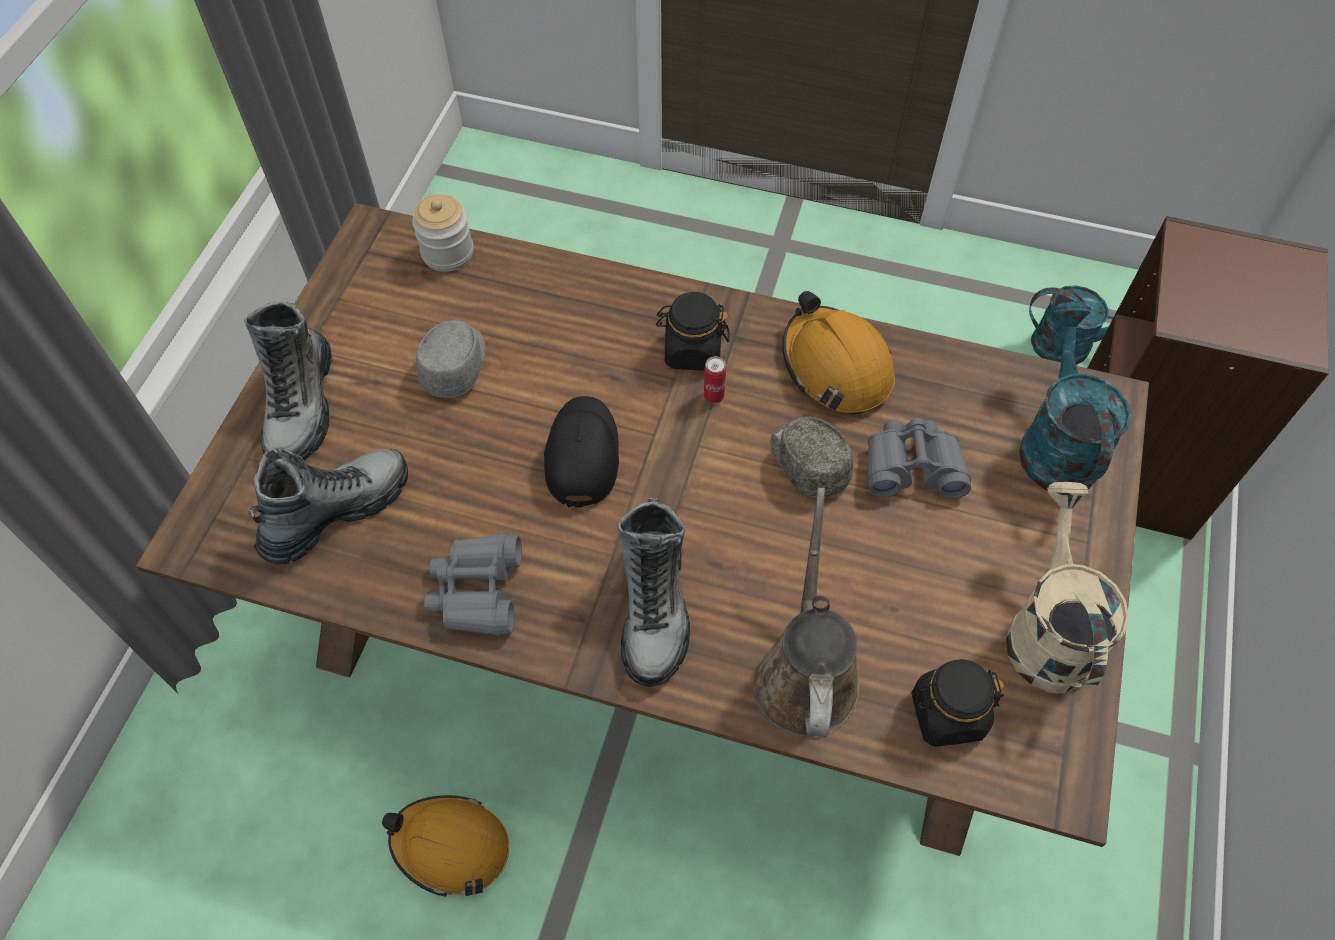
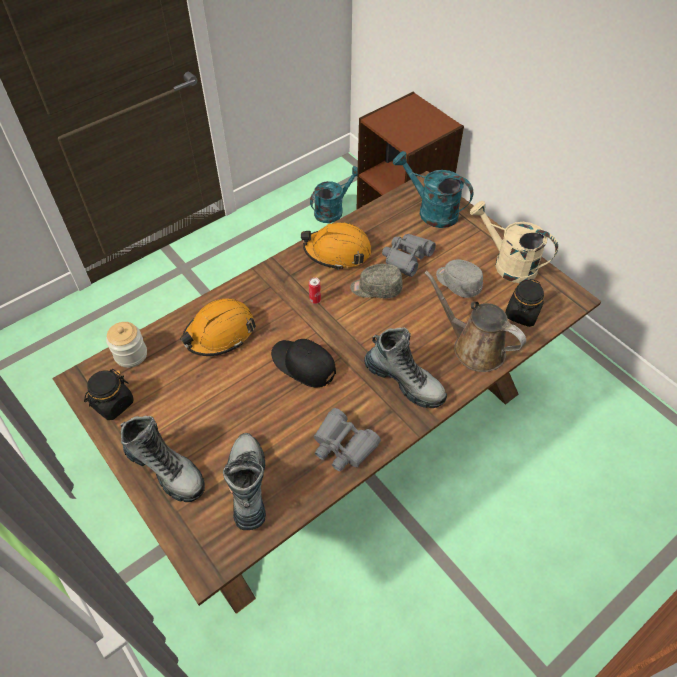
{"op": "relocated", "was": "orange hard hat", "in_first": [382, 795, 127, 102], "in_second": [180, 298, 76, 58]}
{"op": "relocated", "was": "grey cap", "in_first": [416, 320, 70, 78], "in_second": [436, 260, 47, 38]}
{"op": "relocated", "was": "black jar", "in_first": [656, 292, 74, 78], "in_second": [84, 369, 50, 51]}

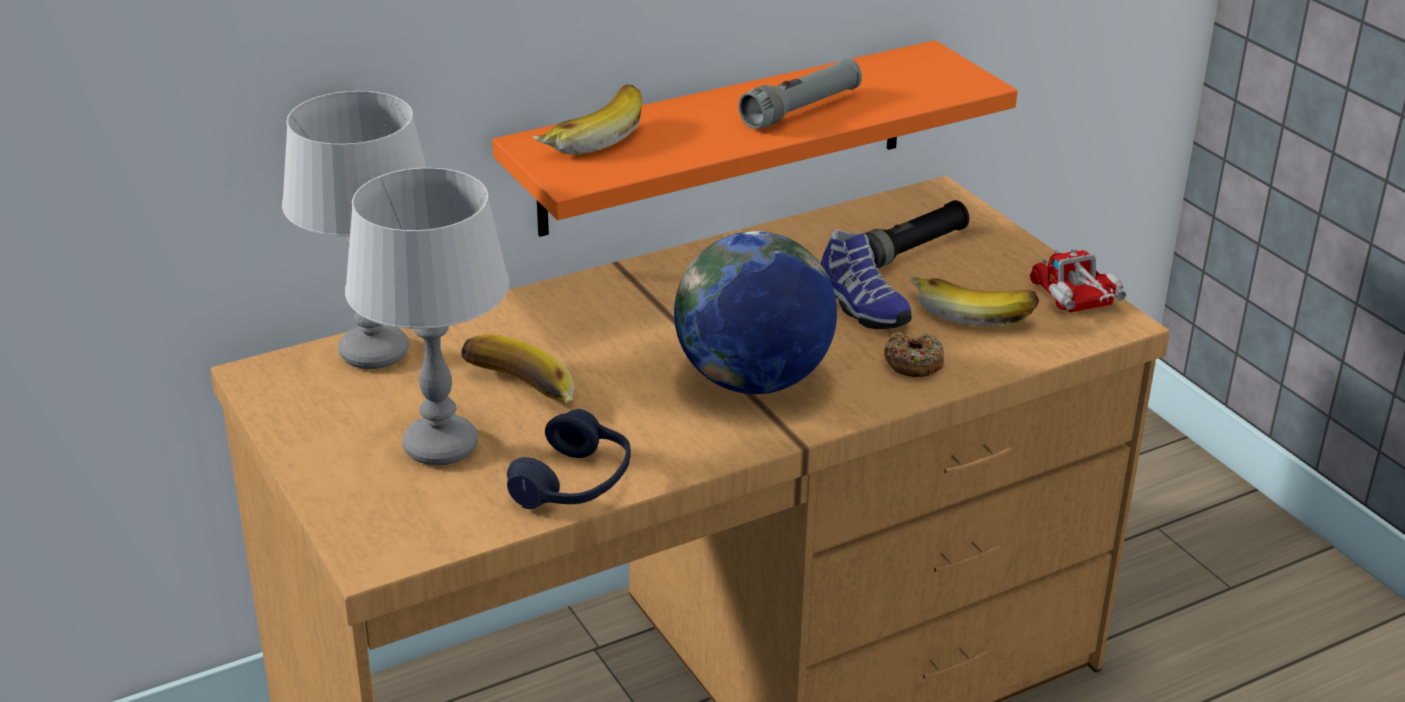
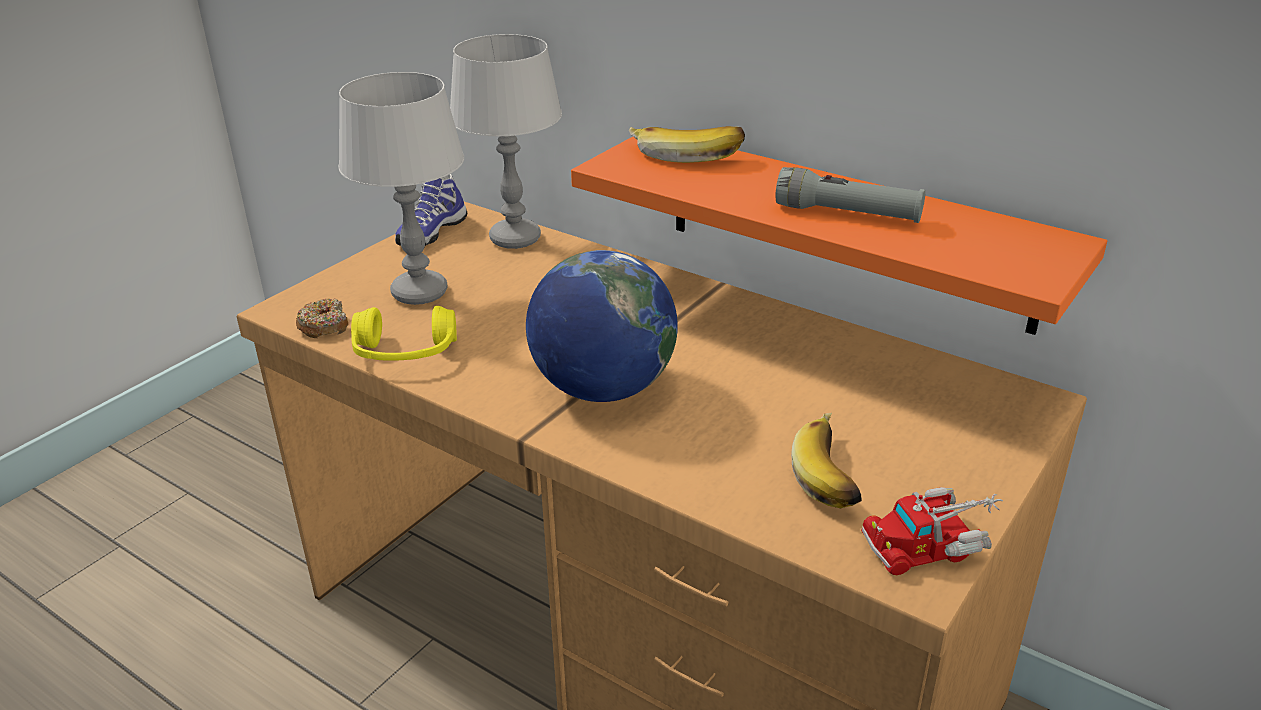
{"op": "missing", "was": "banana", "in_first": [461, 335, 113, 69]}
{"op": "missing", "was": "black flashlight", "in_first": [864, 200, 105, 68]}
{"op": "relocated", "was": "shoe", "in_first": [821, 230, 91, 99], "in_second": [395, 174, 73, 72]}
{"op": "relocated", "was": "donut", "in_first": [884, 332, 60, 45], "in_second": [296, 299, 52, 39]}
{"op": "colour", "was": "blue headphones", "now": "yellow headphones", "in_first": [507, 409, 124, 100], "in_second": [351, 306, 106, 55]}
{"op": "spun", "was": "toy truck", "in_first": [1030, 248, 96, 64], "in_second": [861, 487, 142, 88], "clockwise": -150}

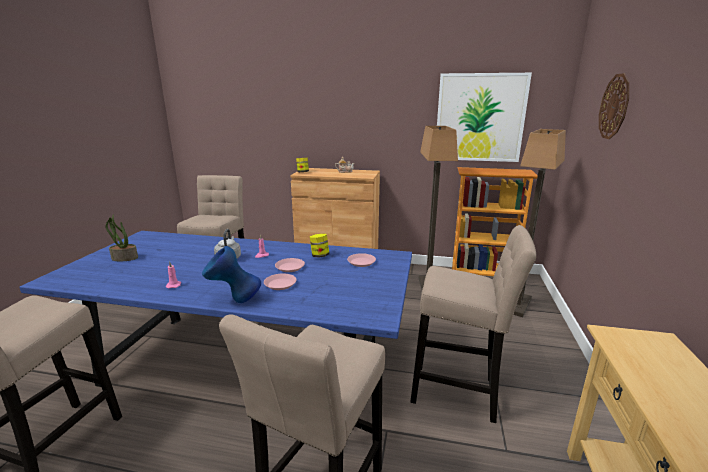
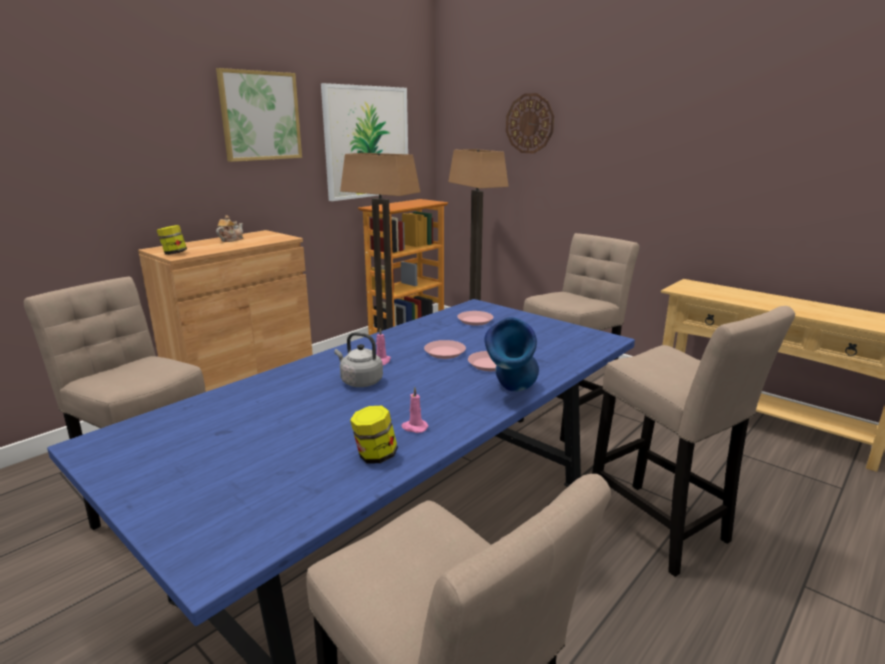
{"op": "missing", "was": "potted plant", "in_first": [105, 214, 33, 47]}
{"op": "appeared", "now": "picture", "in_second": [216, 68, 86, 94]}
{"op": "relocated", "was": "jar", "in_first": [310, 234, 19, 23], "in_second": [350, 406, 48, 58]}

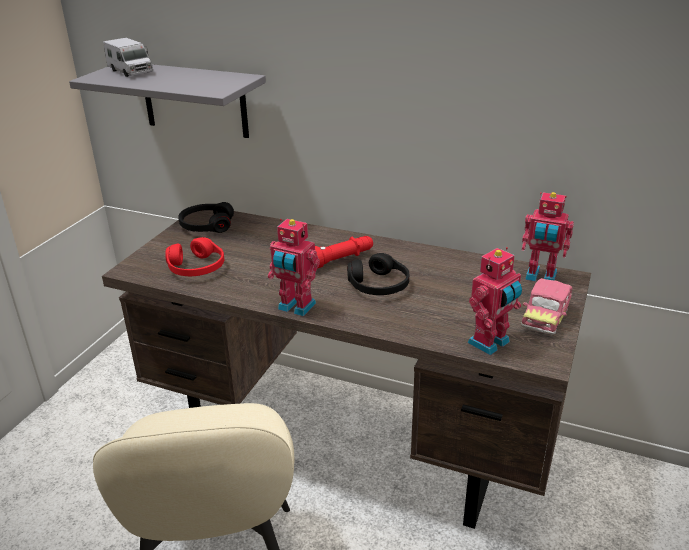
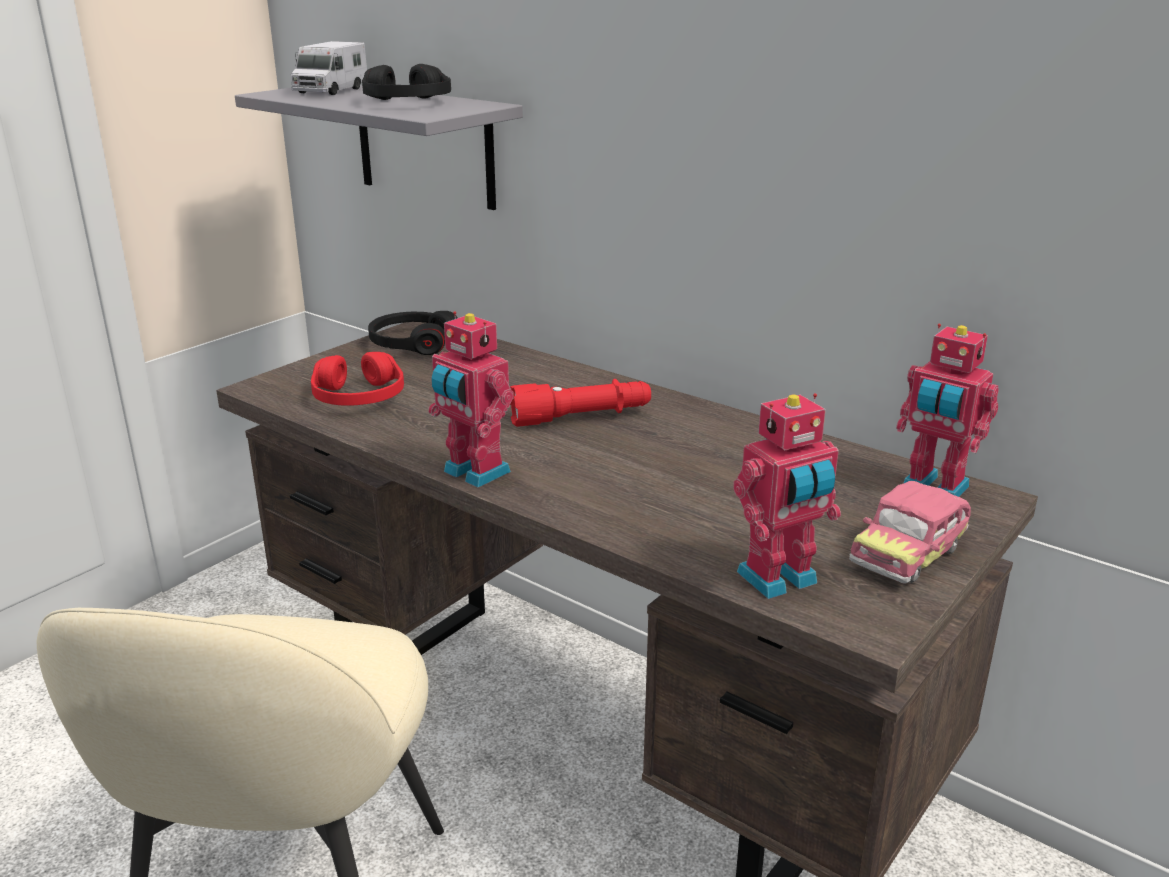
{"op": "relocated", "was": "black headphones", "in_first": [347, 253, 62, 42], "in_second": [362, 64, 89, 36]}
{"op": "spun", "was": "toy truck", "in_first": [103, 38, 50, 39], "in_second": [291, 41, 76, 54], "clockwise": 45}

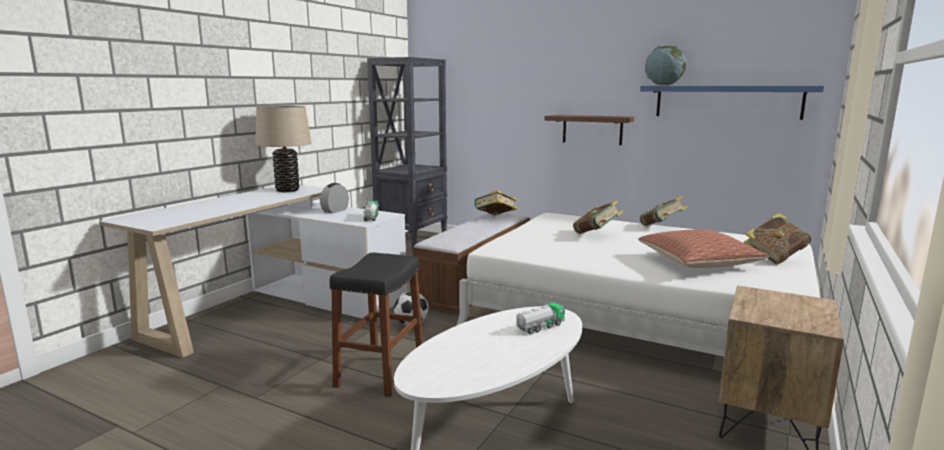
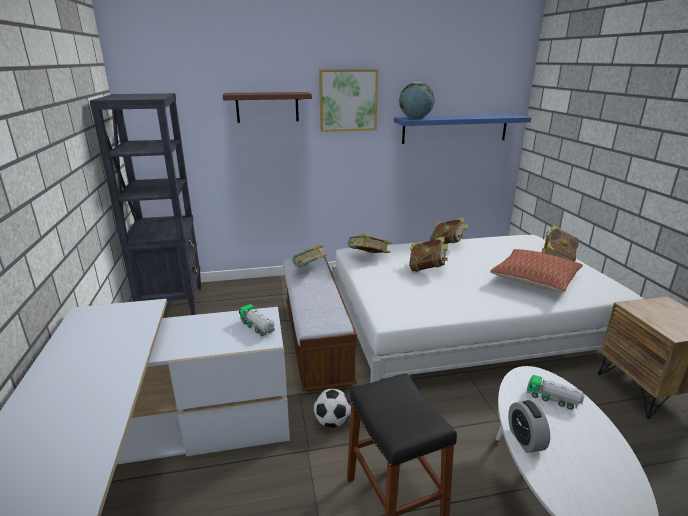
{"op": "missing", "was": "beige table lamp", "in_first": [256, 106, 56, 86]}
{"op": "appeared", "now": "picture", "in_second": [319, 69, 59, 63]}
{"op": "appeared", "now": "book", "in_second": [347, 234, 45, 19]}
{"op": "relocated", "was": "alarm clock", "in_first": [320, 183, 29, 30], "in_second": [508, 400, 42, 53]}
{"op": "relocated", "was": "brown shelf", "in_first": [544, 115, 90, 30], "in_second": [223, 92, 89, 31]}
{"op": "spun", "was": "toy truck", "in_first": [516, 303, 49, 32], "in_second": [527, 375, 58, 35], "clockwise": -75}

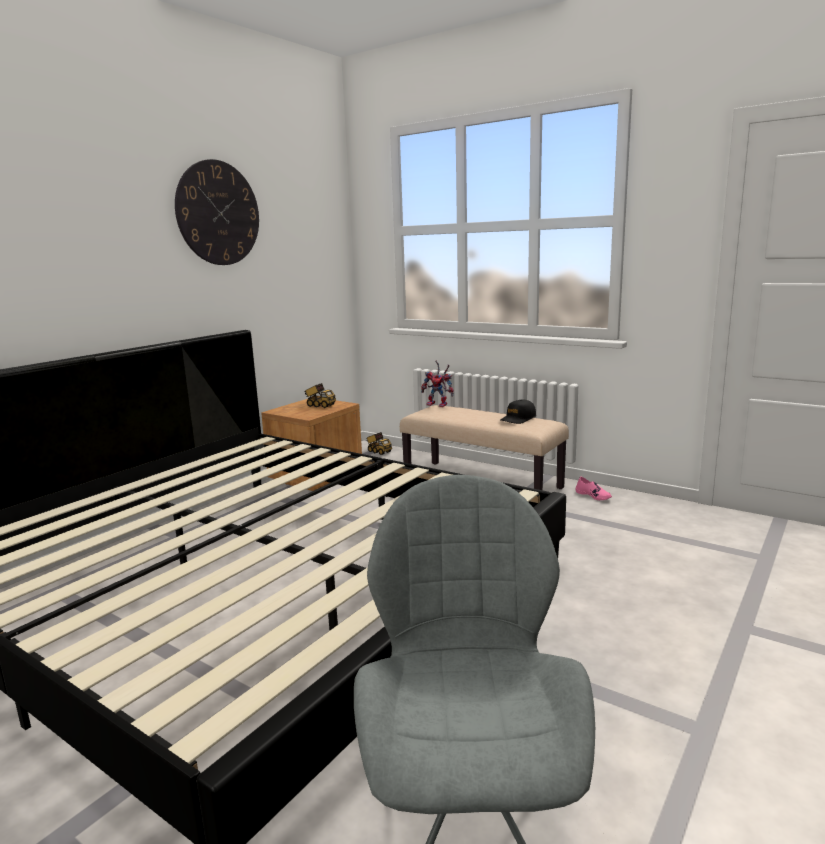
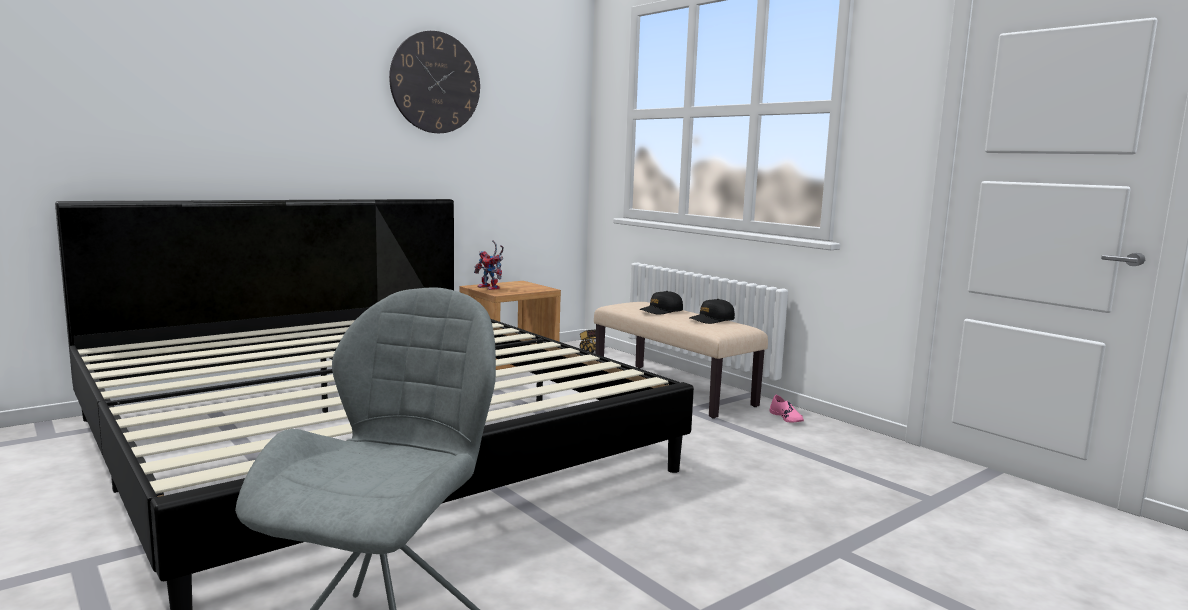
{"op": "missing", "was": "toy truck", "in_first": [304, 383, 32, 25]}
{"op": "appeared", "now": "black cap", "in_second": [640, 291, 43, 24]}
{"op": "relocated", "was": "toy robot", "in_first": [421, 360, 33, 47], "in_second": [474, 240, 30, 50]}

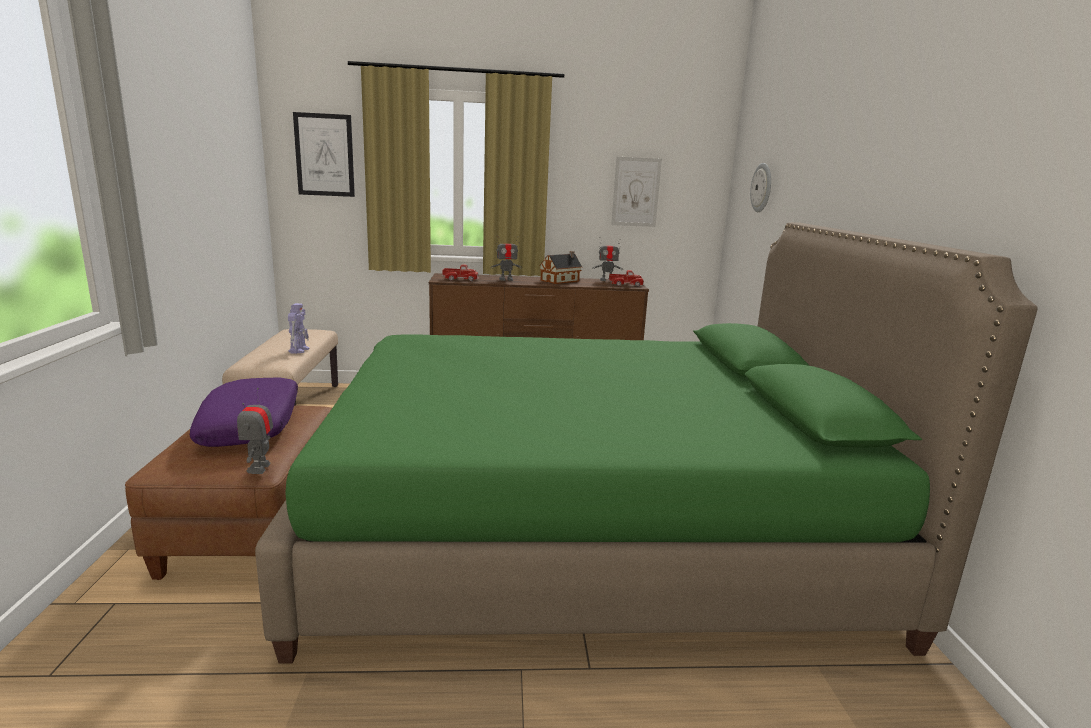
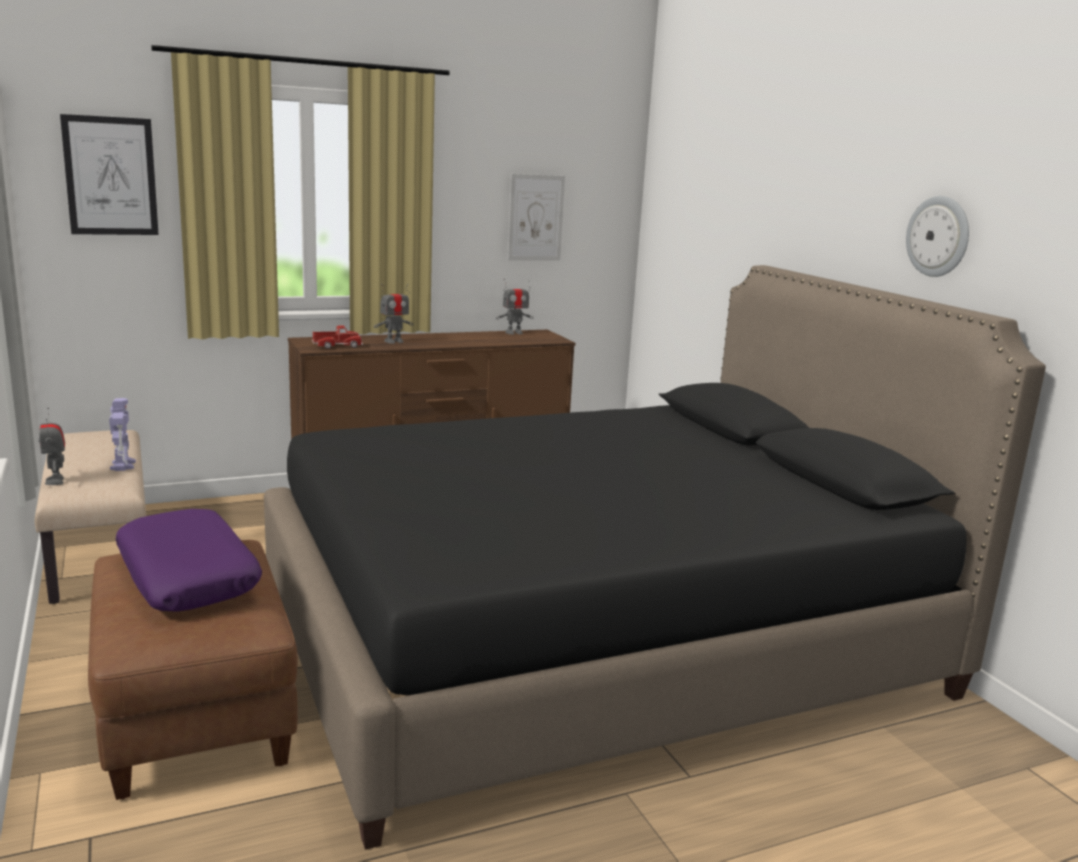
{"op": "missing", "was": "toy house", "in_first": [539, 251, 43, 33]}
{"op": "missing", "was": "toy truck", "in_first": [608, 270, 36, 17]}
{"op": "relocated", "was": "toy robot", "in_first": [237, 388, 36, 86], "in_second": [38, 408, 27, 77]}
{"op": "relocated", "was": "wall clock", "in_first": [750, 163, 21, 49], "in_second": [906, 196, 63, 81]}
{"op": "colour", "was": "green bed", "now": "black bed", "in_first": [255, 222, 783, 442], "in_second": [264, 265, 782, 585]}

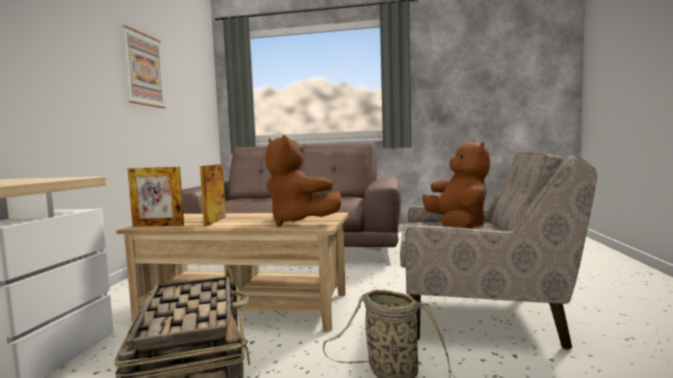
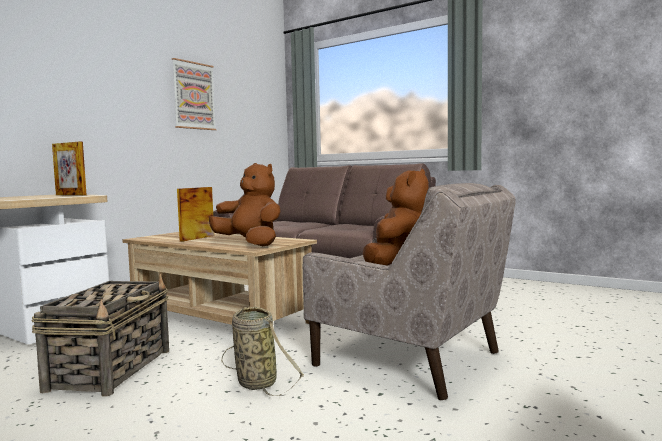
{"op": "relocated", "was": "picture frame", "in_first": [128, 167, 56, 59], "in_second": [52, 142, 35, 53]}
{"op": "spun", "was": "brown plush toy", "in_first": [265, 135, 76, 92], "in_second": [209, 163, 72, 83], "clockwise": 150}

